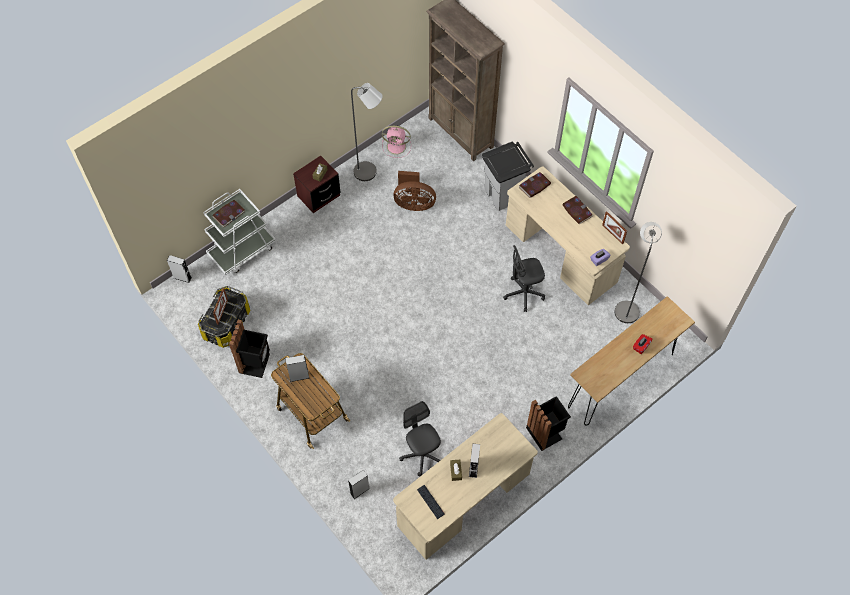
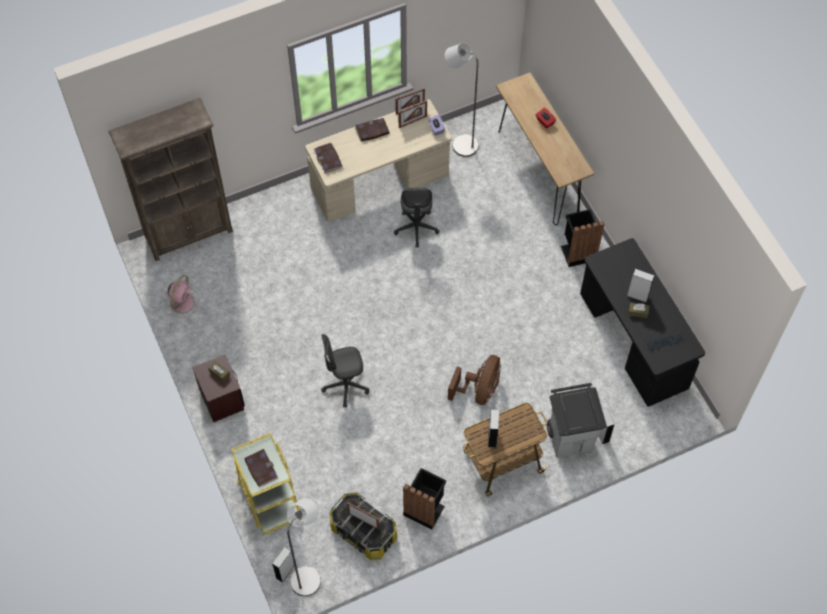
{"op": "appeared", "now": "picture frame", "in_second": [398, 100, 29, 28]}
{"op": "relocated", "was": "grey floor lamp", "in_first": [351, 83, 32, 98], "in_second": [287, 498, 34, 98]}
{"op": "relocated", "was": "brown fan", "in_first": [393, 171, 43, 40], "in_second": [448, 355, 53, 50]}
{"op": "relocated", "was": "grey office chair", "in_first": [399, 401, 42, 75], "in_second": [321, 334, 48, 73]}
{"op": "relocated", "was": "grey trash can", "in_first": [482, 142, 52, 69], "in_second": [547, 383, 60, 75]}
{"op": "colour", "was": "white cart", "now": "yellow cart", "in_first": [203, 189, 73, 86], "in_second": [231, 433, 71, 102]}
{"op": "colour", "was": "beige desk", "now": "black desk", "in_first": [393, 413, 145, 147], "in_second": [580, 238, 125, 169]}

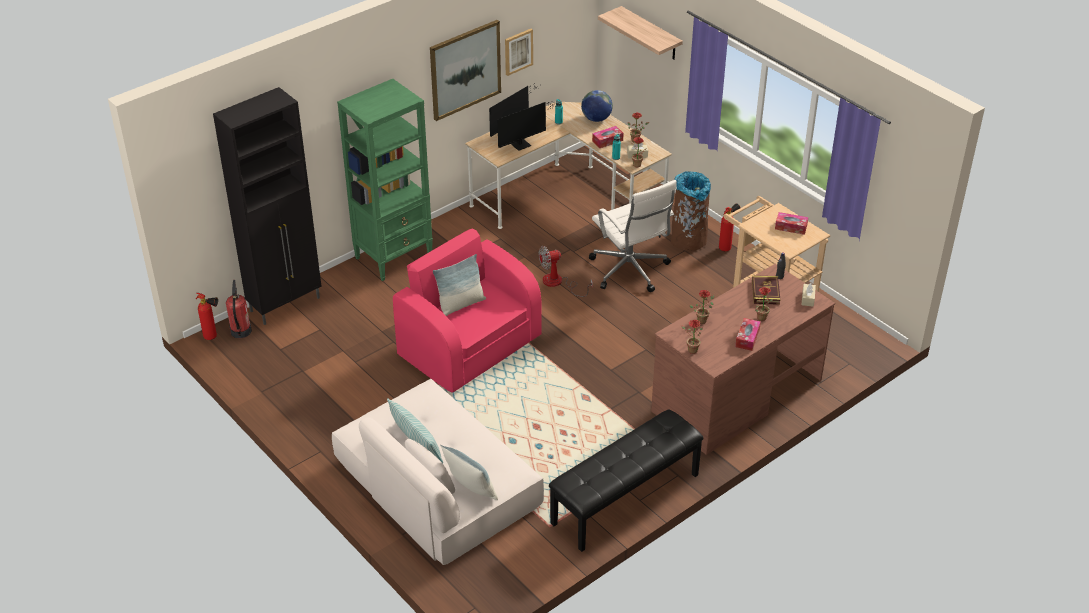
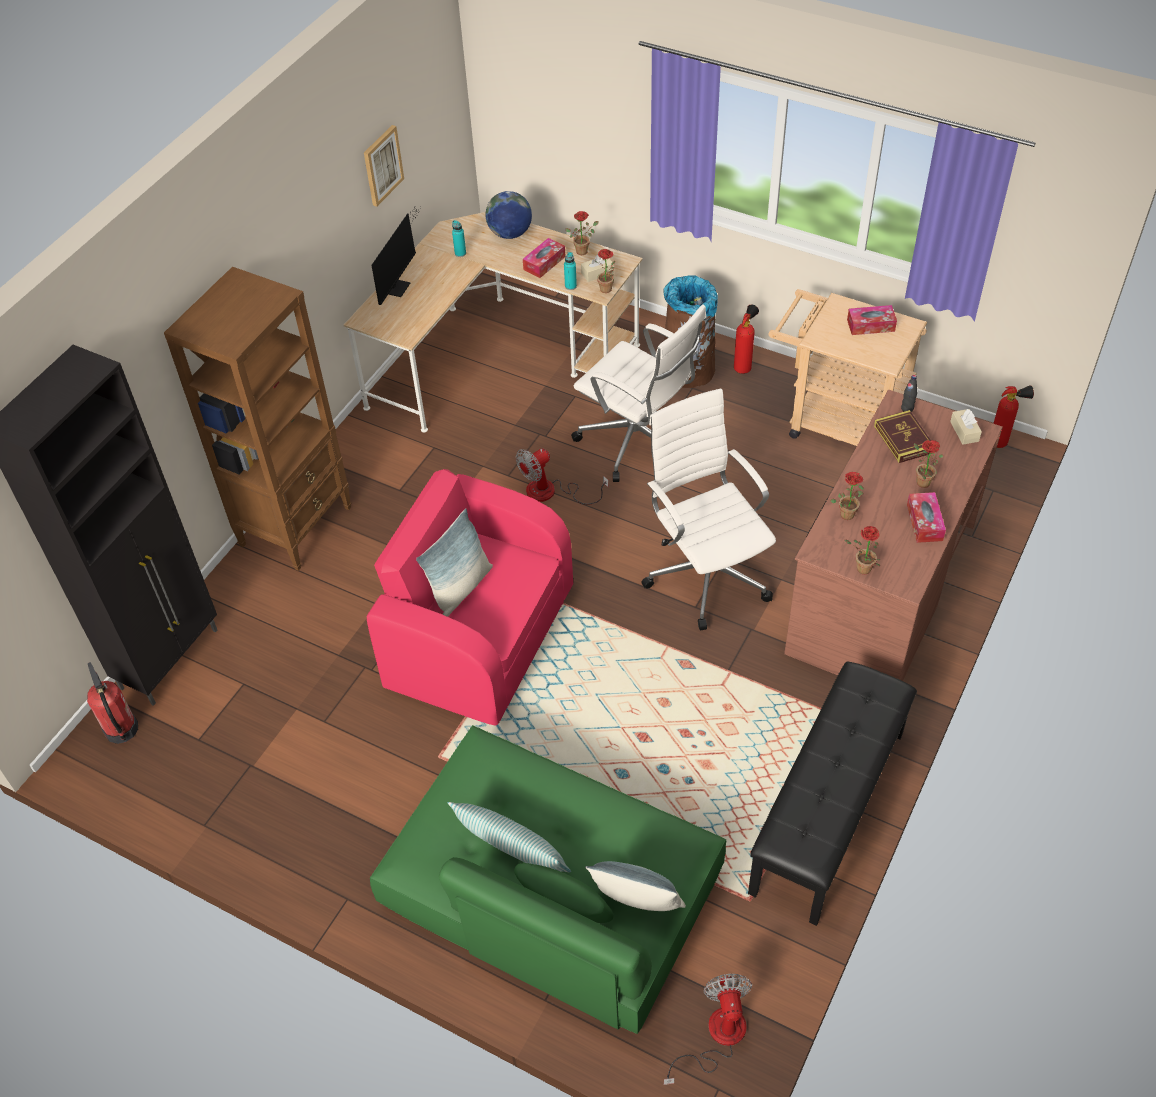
{"op": "missing", "was": "picture", "in_first": [430, 20, 71, 101]}
{"op": "missing", "was": "monitor", "in_first": [498, 101, 57, 50]}
{"op": "missing", "was": "shelf", "in_first": [598, 6, 85, 54]}
{"op": "appeared", "now": "white office chair", "in_second": [641, 388, 135, 242]}
{"op": "appeared", "now": "fan", "in_second": [664, 974, 88, 111]}
{"op": "relocated", "was": "fire extinguisher", "in_first": [196, 293, 22, 47], "in_second": [993, 385, 41, 63]}
{"op": "colour", "was": "beige sofa", "now": "green sofa", "in_first": [332, 379, 212, 186], "in_second": [370, 725, 356, 309]}
{"op": "colour", "was": "green bookcase", "now": "brown bookcase", "in_first": [337, 79, 96, 202], "in_second": [164, 267, 187, 304]}

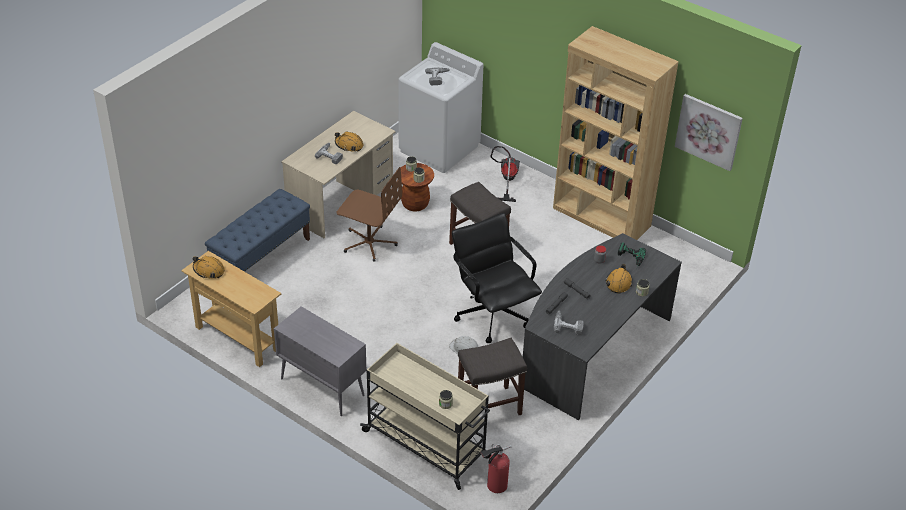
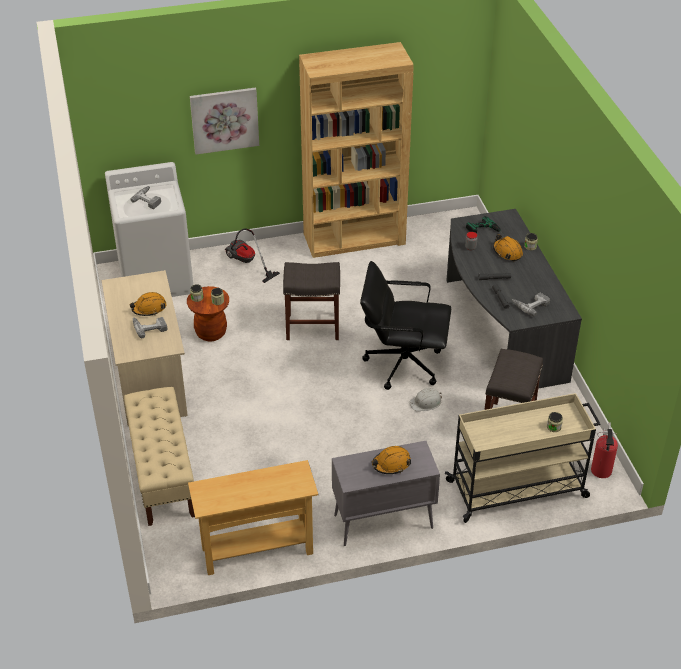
{"op": "missing", "was": "brown office chair", "in_first": [336, 167, 66, 95]}
{"op": "relocated", "was": "orange hard hat", "in_first": [193, 256, 32, 23], "in_second": [372, 446, 39, 28]}
{"op": "relocated", "was": "picture", "in_first": [675, 94, 68, 77], "in_second": [190, 88, 69, 67]}
{"op": "colour", "was": "blue bench", "now": "beige bench", "in_first": [205, 189, 105, 83], "in_second": [124, 387, 71, 139]}

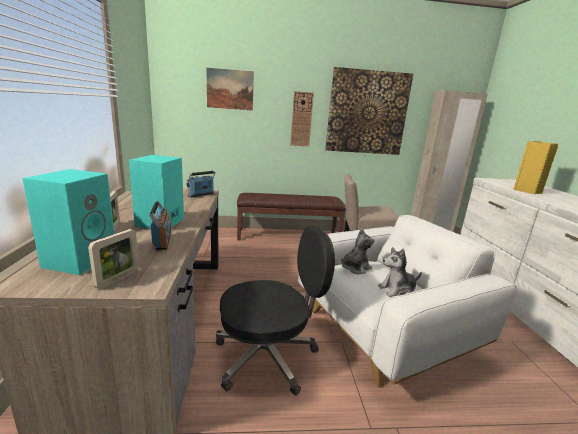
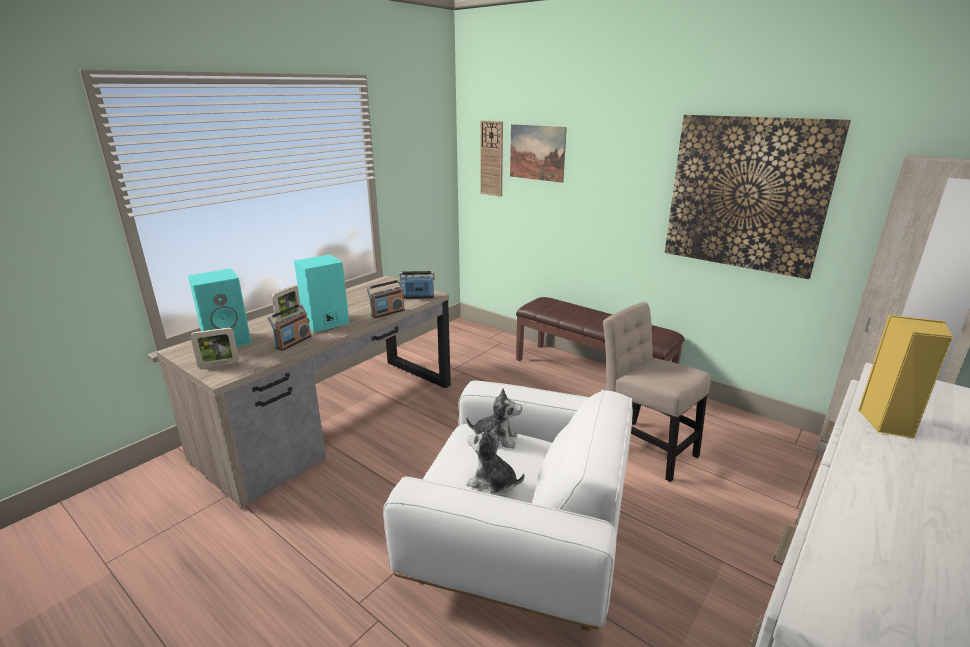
{"op": "missing", "was": "black office chair", "in_first": [216, 226, 119, 170]}
{"op": "appeared", "now": "radio", "in_second": [367, 280, 38, 38]}
{"op": "relocated", "was": "wall clock", "in_first": [290, 91, 24, 55], "in_second": [480, 120, 23, 77]}

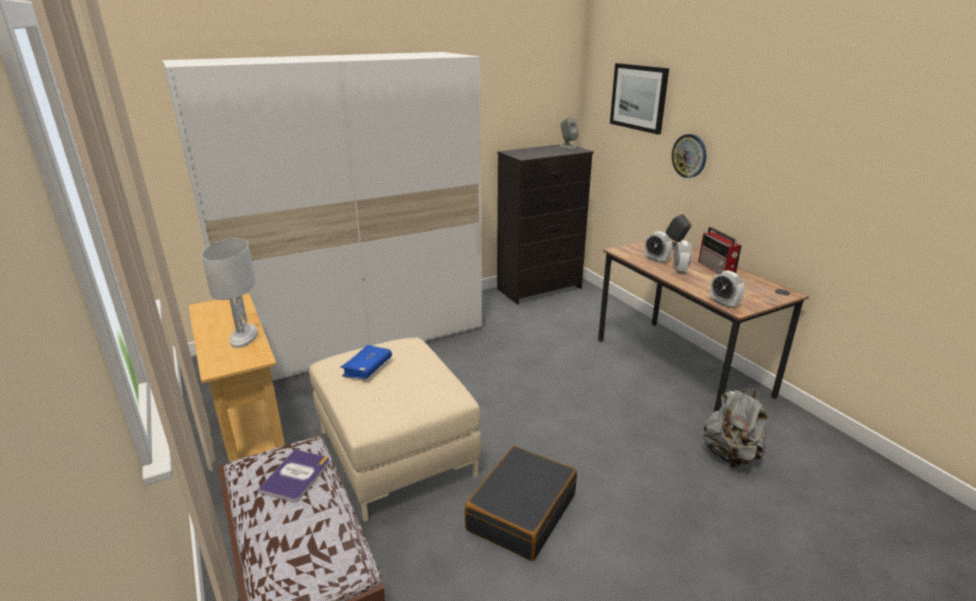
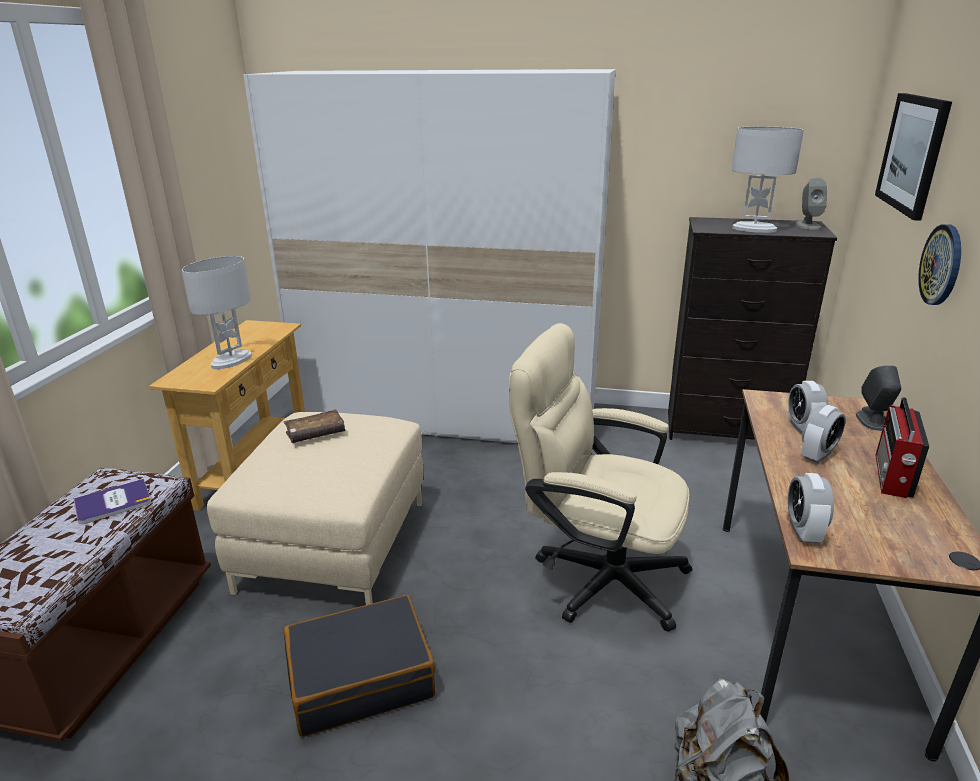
{"op": "appeared", "now": "beige office chair", "in_second": [509, 323, 183, 309]}
{"op": "appeared", "now": "white table lamp", "in_second": [732, 126, 72, 107]}
{"op": "colour", "was": "blue book", "now": "brown book", "in_first": [340, 345, 52, 34], "in_second": [284, 409, 62, 34]}

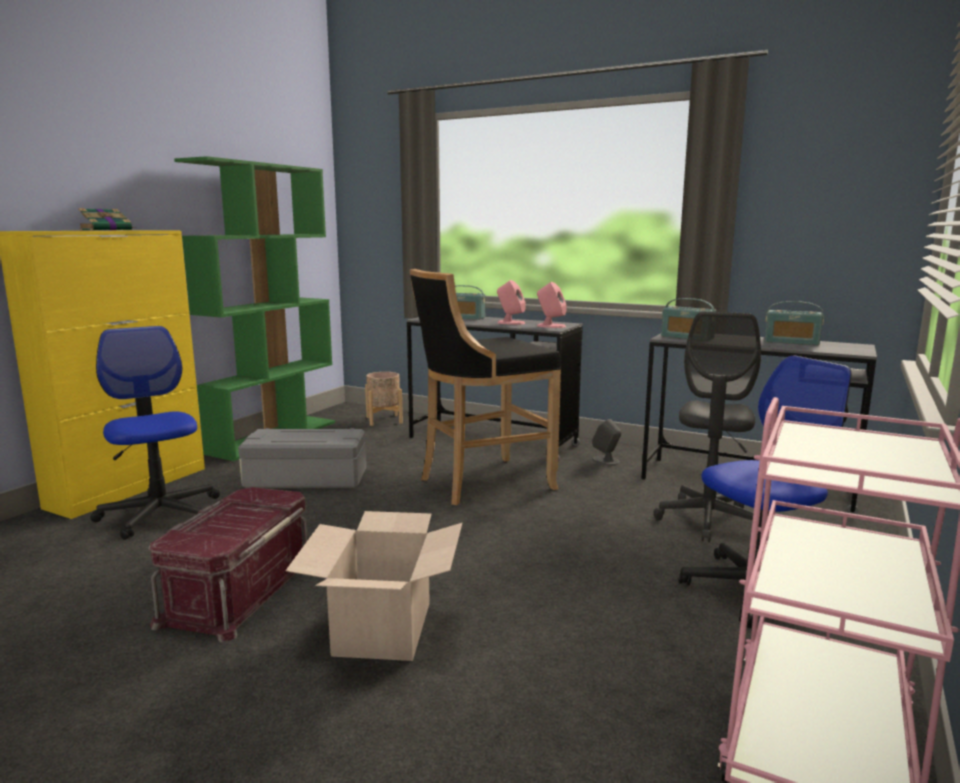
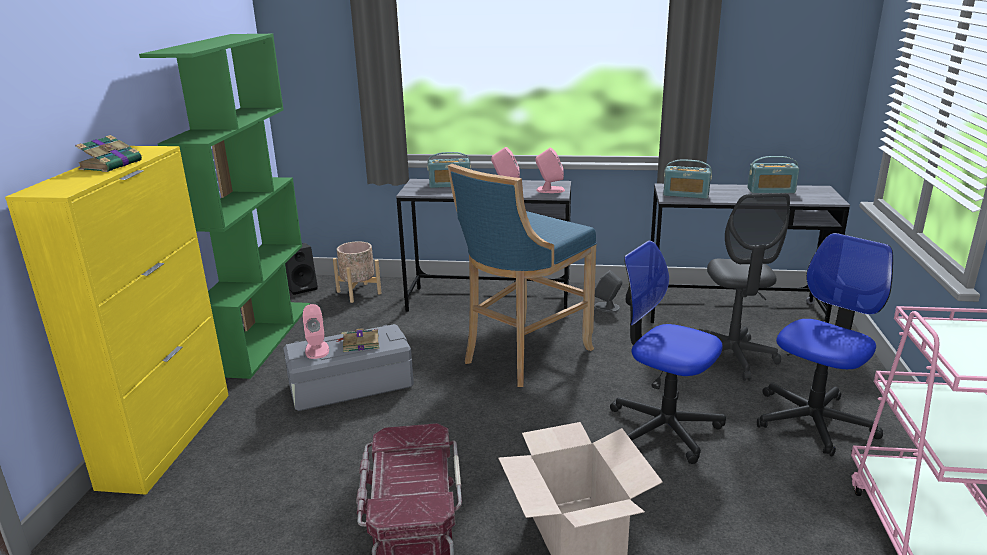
{"op": "appeared", "now": "black speaker", "in_second": [285, 243, 33, 52]}
{"op": "appeared", "now": "pink speaker", "in_second": [302, 304, 27, 55]}
{"op": "appeared", "now": "book", "in_second": [336, 328, 43, 24]}
{"op": "relocated", "was": "office chair", "in_first": [90, 326, 130, 214], "in_second": [610, 240, 116, 224]}
{"op": "colour", "was": "black stool", "now": "blue stool", "in_first": [410, 269, 151, 236], "in_second": [448, 164, 149, 223]}

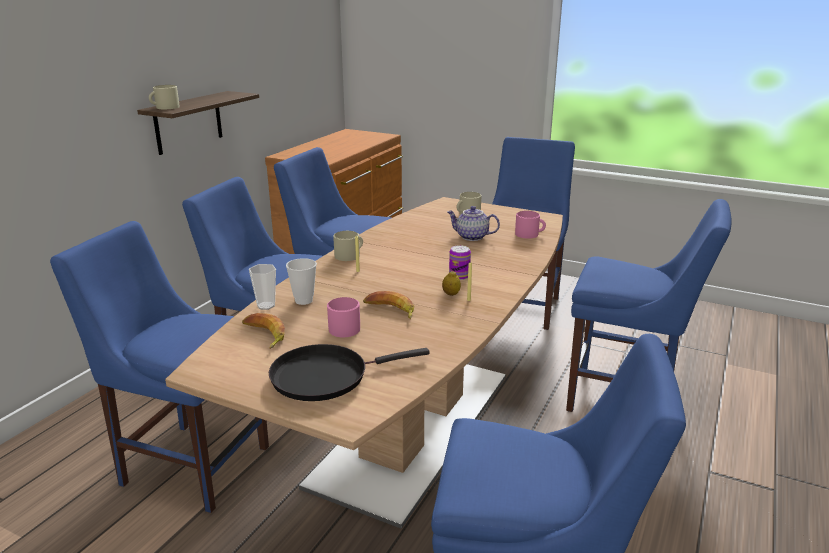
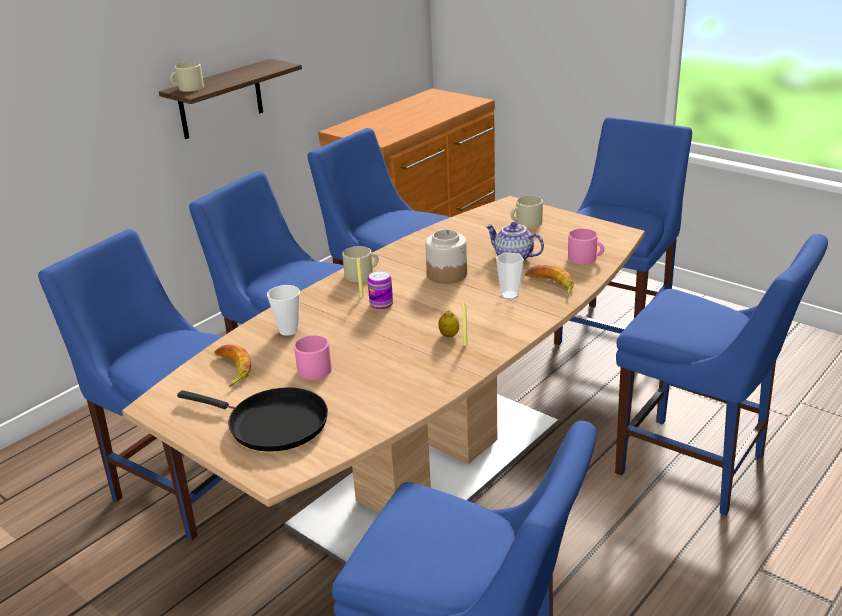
{"op": "appeared", "now": "jar", "in_second": [425, 229, 42, 55]}
{"op": "relocated", "was": "cup", "in_first": [249, 264, 27, 46], "in_second": [496, 252, 28, 48]}
{"op": "relocated", "was": "banana", "in_first": [363, 291, 51, 29], "in_second": [525, 265, 50, 31]}
{"op": "relocated", "was": "can", "in_first": [449, 245, 22, 35], "in_second": [368, 271, 25, 39]}
{"op": "spun", "was": "black frying pan", "in_first": [269, 344, 161, 57], "in_second": [177, 387, 151, 65], "clockwise": -150}

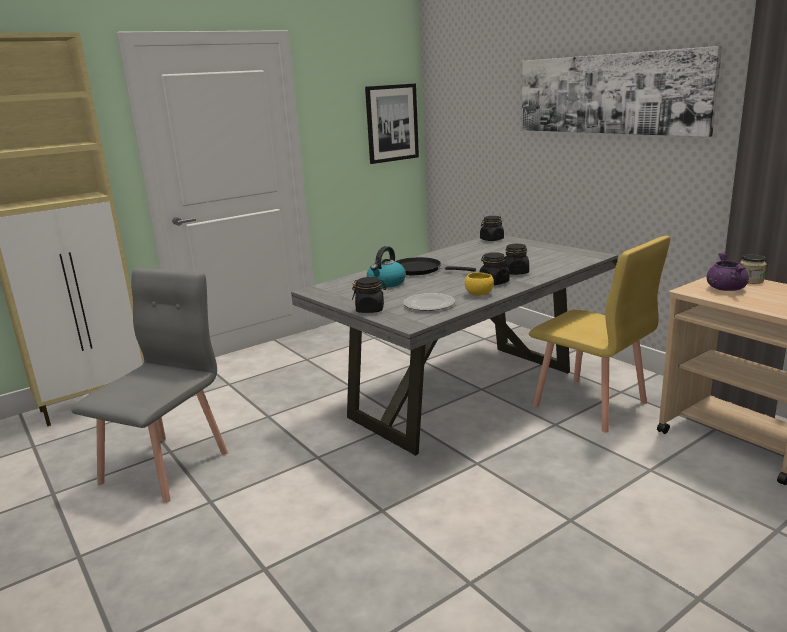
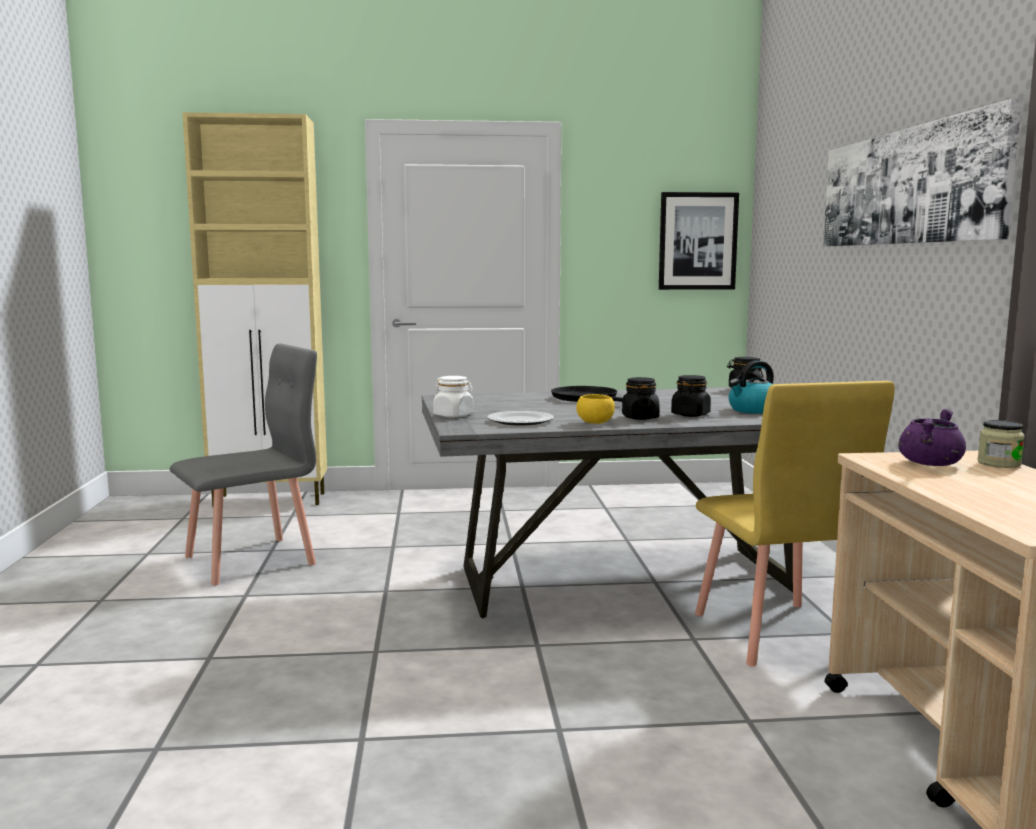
{"op": "relocated", "was": "kettle", "in_first": [367, 246, 39, 42], "in_second": [728, 360, 46, 54]}
{"op": "colour", "was": "black jar", "now": "white jar", "in_first": [352, 277, 35, 36], "in_second": [433, 376, 41, 41]}

